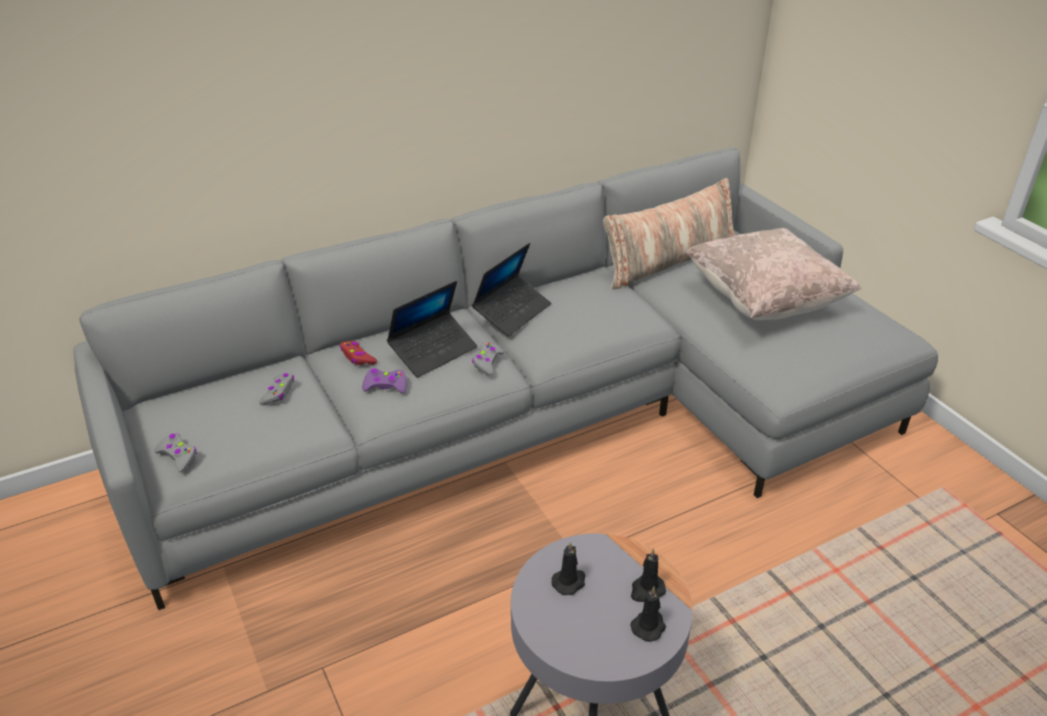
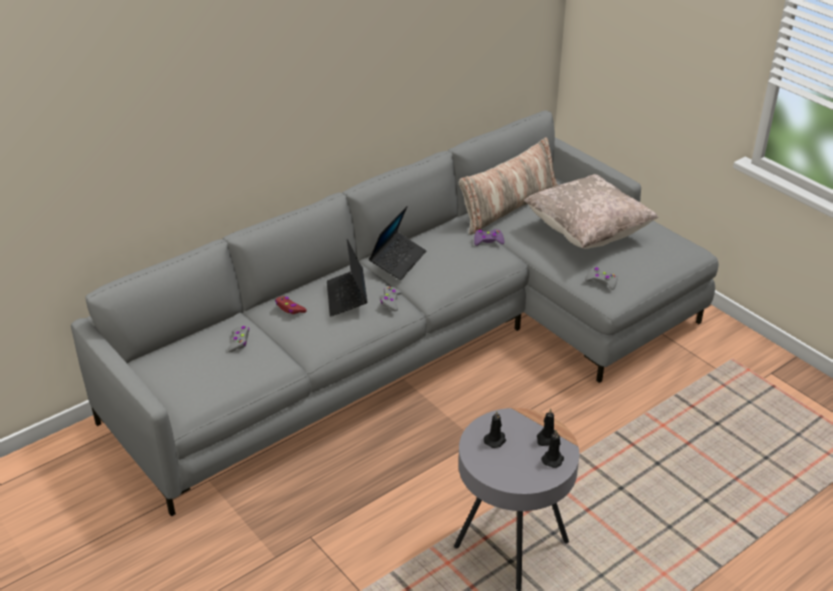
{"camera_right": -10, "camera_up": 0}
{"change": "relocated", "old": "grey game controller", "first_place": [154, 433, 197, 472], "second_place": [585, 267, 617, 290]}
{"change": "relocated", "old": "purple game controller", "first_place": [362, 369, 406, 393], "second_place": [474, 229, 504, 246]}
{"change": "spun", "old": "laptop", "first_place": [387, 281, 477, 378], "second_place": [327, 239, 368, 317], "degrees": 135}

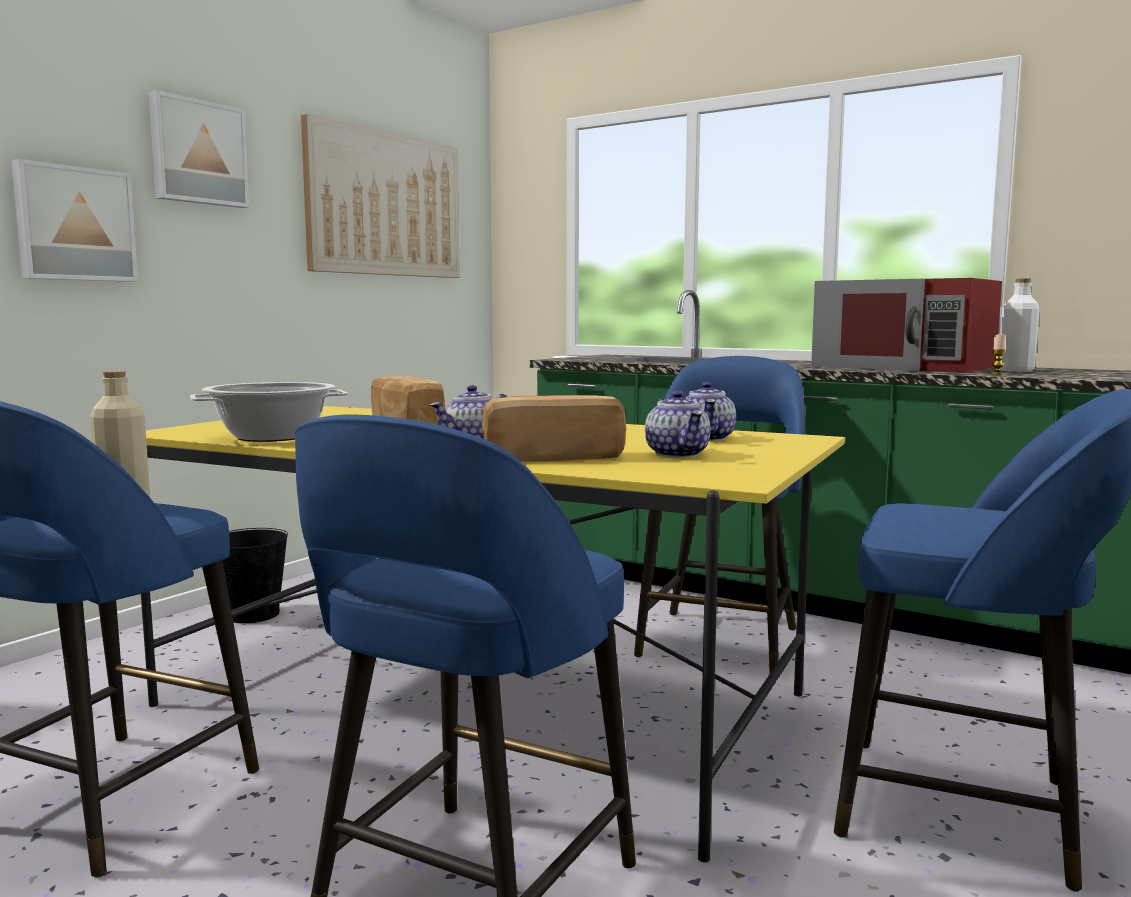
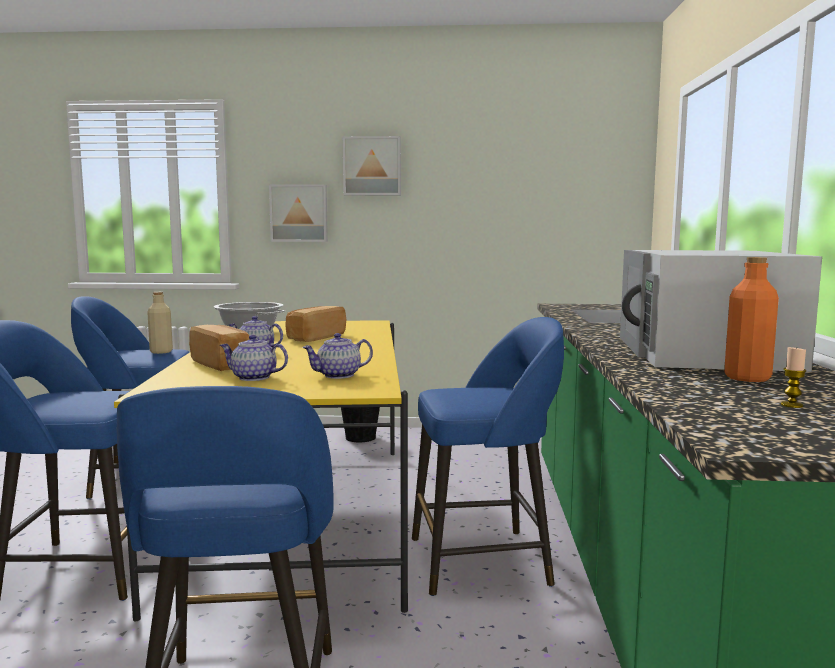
{"camera_right": 60, "camera_up": 0}
{"change": "missing", "old": "picture", "first_place": [301, 114, 460, 278]}
{"change": "relocated", "old": "candle", "first_place": [990, 335, 1006, 374], "second_place": [781, 347, 807, 408]}
{"change": "colour", "old": "red microwave", "new": "white microwave", "first_place": [811, 278, 1002, 373], "second_place": [620, 250, 822, 372]}
{"change": "colour", "old": "white bottle", "new": "orange bottle", "first_place": [1000, 279, 1040, 372], "second_place": [724, 257, 779, 382]}
{"change": "spun", "old": "teapot", "first_place": [645, 391, 711, 458], "second_place": [220, 335, 288, 381], "degrees": 60}

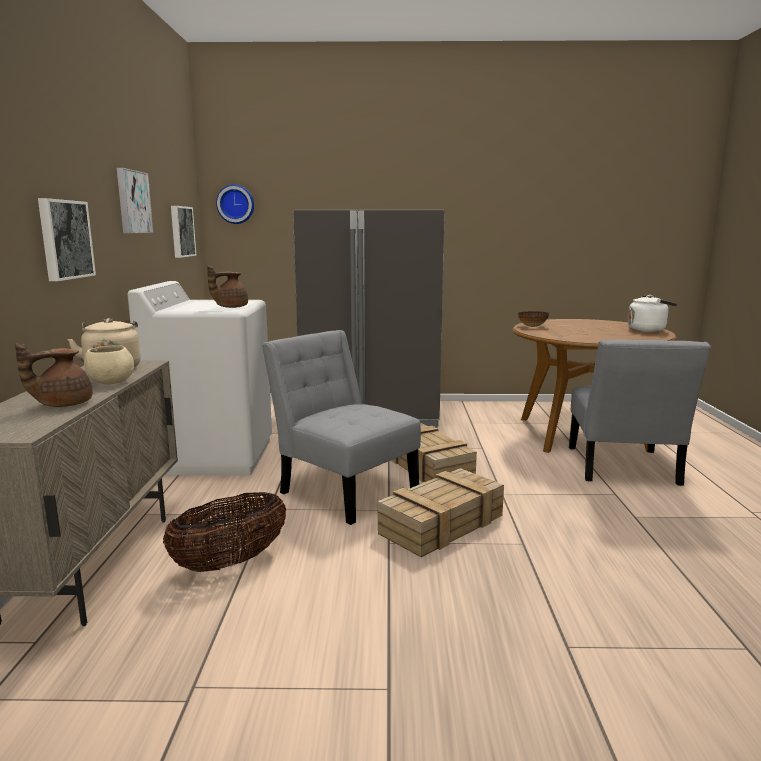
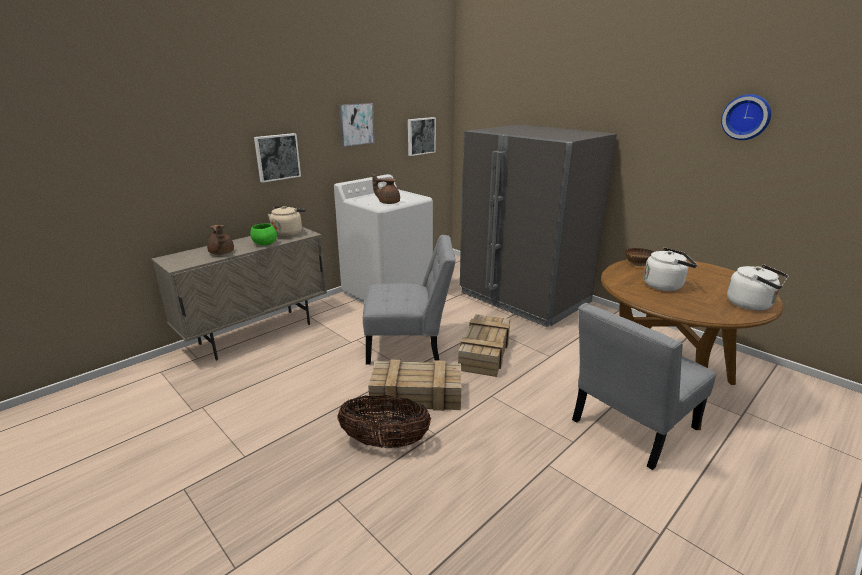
{"camera_right": 45, "camera_up": 10}
{"change": "appeared", "new": "white kettle", "second_place": [644, 248, 697, 291]}
{"change": "relocated", "old": "basket", "first_place": [163, 492, 286, 572], "second_place": [337, 395, 431, 448]}
{"change": "relocated", "old": "wall clock", "first_place": [216, 184, 254, 224], "second_place": [721, 94, 771, 140]}
{"change": "colour", "old": "beige bowl", "new": "green bowl", "first_place": [84, 345, 134, 384], "second_place": [250, 223, 277, 246]}
{"change": "spun", "old": "brown teapot", "first_place": [15, 343, 92, 407], "second_place": [207, 225, 234, 255], "degrees": -120}
{"change": "spun", "old": "grey chair", "first_place": [262, 330, 421, 525], "second_place": [363, 235, 456, 365], "degrees": 90}

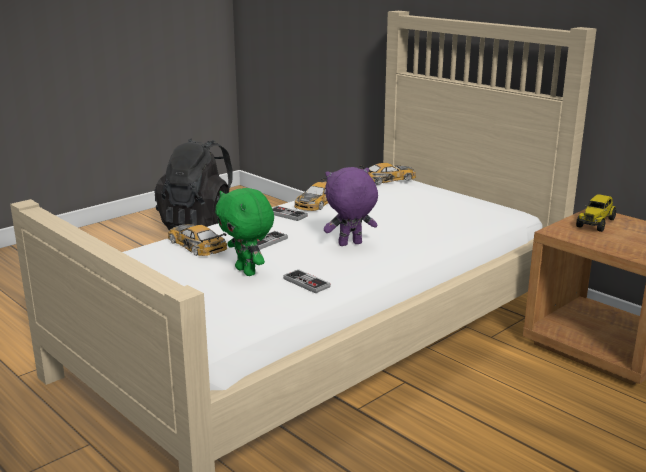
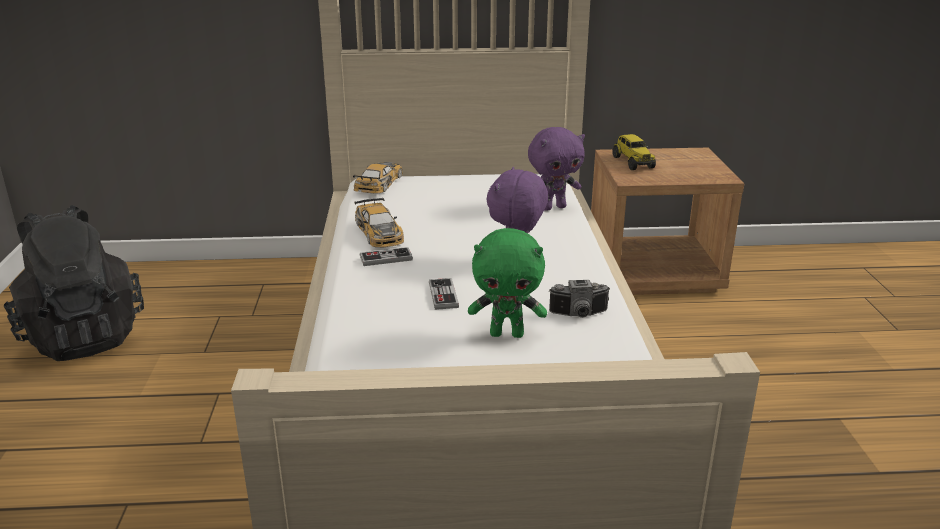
{"camera_right": -50, "camera_up": 5}
{"change": "missing", "old": "toy car", "first_place": [168, 224, 227, 256]}
{"change": "appeared", "new": "purple plush toy", "second_place": [528, 127, 585, 211]}
{"change": "exchanged", "old": "game controller", "new": "photo camera", "first_place": [283, 269, 331, 294], "second_place": [549, 280, 610, 318]}

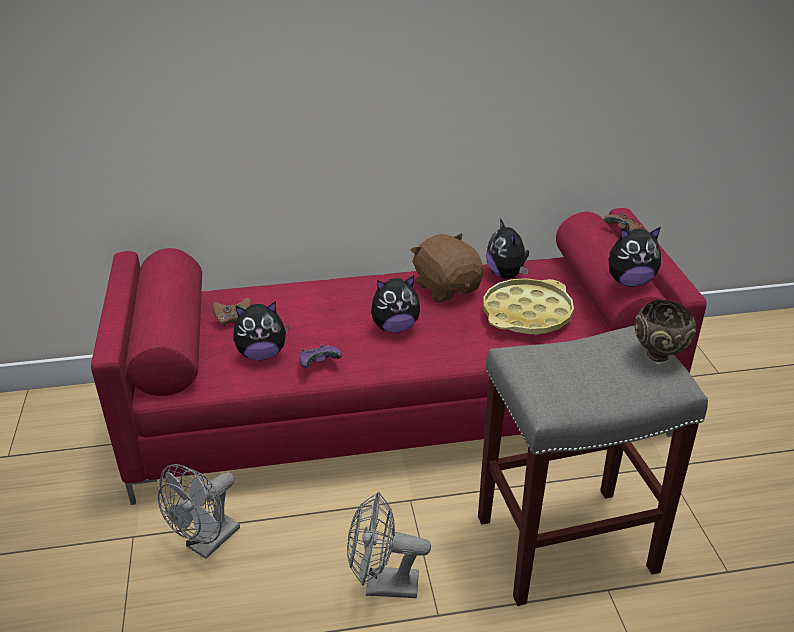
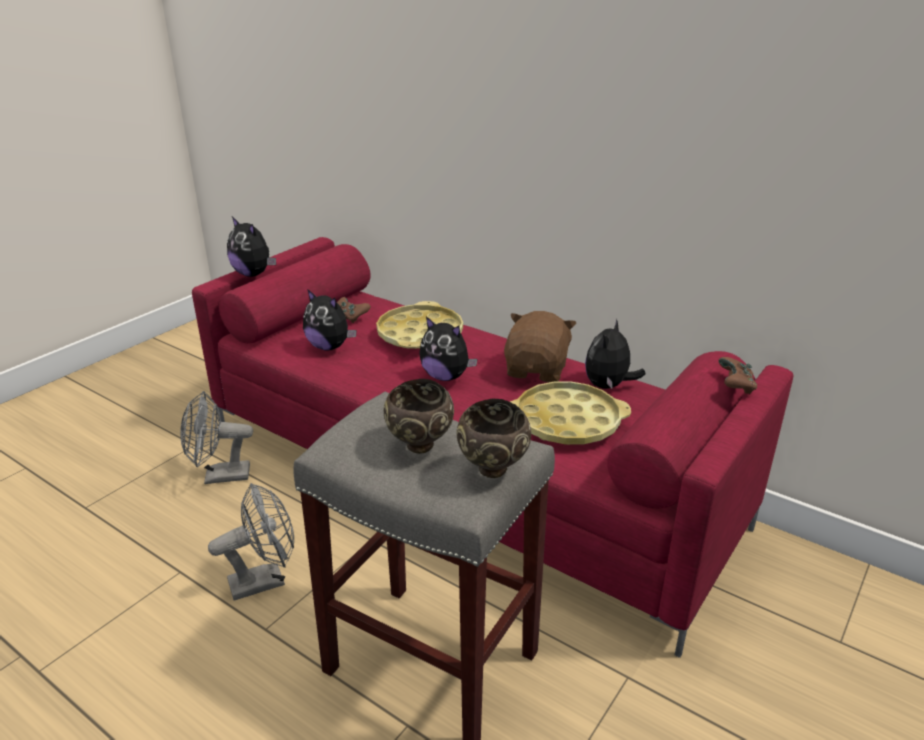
{"camera_right": 45, "camera_up": -5}
{"change": "missing", "old": "purple game controller", "first_place": [299, 345, 342, 368]}
{"change": "appeared", "new": "yellow tray", "second_place": [376, 301, 463, 349]}
{"change": "appeared", "new": "brown bowl", "second_place": [384, 379, 454, 454]}
{"change": "relocated", "old": "plush toy", "first_place": [609, 227, 661, 287], "second_place": [227, 217, 276, 277]}
{"change": "spun", "old": "grey fan", "first_place": [347, 492, 431, 598], "second_place": [208, 483, 294, 601], "degrees": 105}

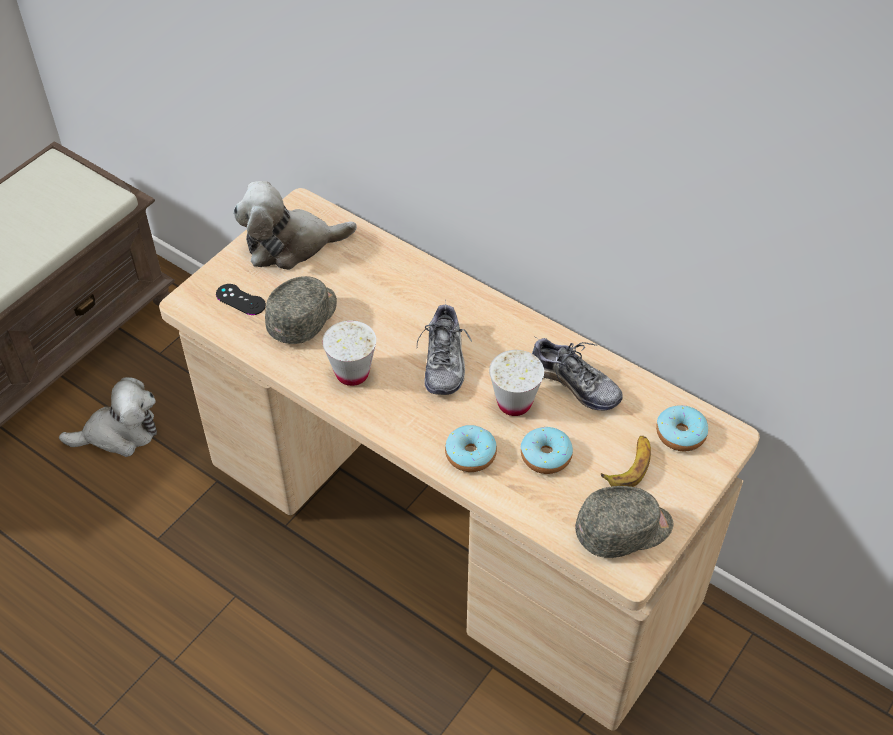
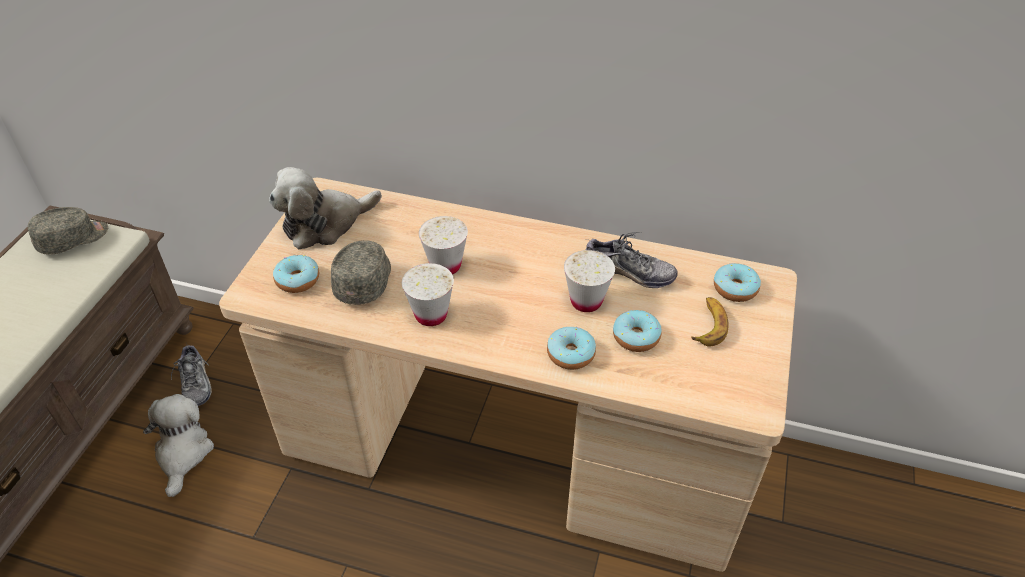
{"camera_right": -20, "camera_up": -5}
{"change": "appeared", "new": "white cup", "second_place": [419, 216, 468, 275]}
{"change": "relocated", "old": "shoe", "first_place": [417, 301, 472, 395], "second_place": [171, 345, 212, 406]}
{"change": "relocated", "old": "grey cap", "first_place": [575, 486, 674, 558], "second_place": [28, 207, 108, 255]}
{"change": "exchanged", "old": "black game controller", "new": "donut", "first_place": [216, 284, 266, 315], "second_place": [273, 255, 319, 293]}
{"change": "spun", "old": "plush toy", "first_place": [59, 377, 157, 457], "second_place": [143, 394, 214, 497], "degrees": -60}

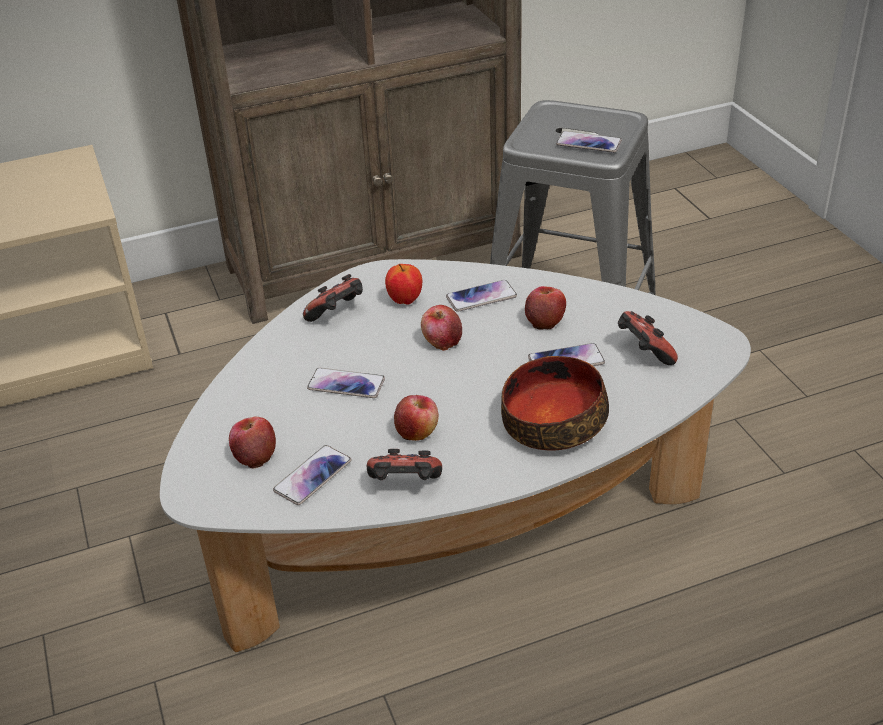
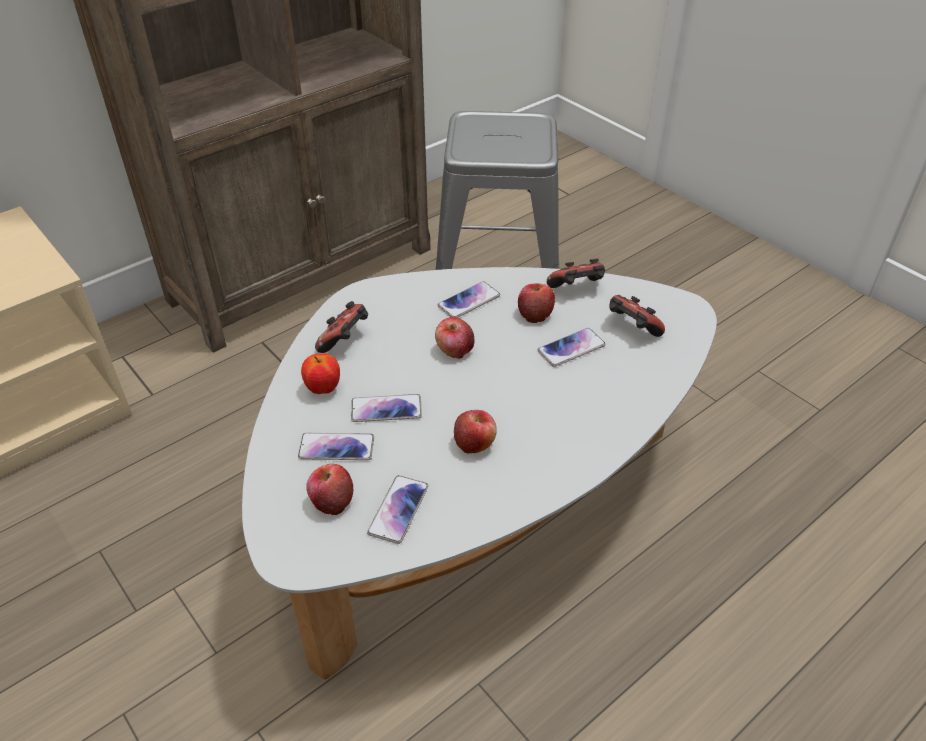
{"camera_right": -20, "camera_up": 5}
{"change": "missing", "old": "bowl", "first_place": [501, 356, 609, 450]}
{"change": "relocated", "old": "game controller", "first_place": [367, 449, 442, 480], "second_place": [547, 259, 605, 288]}
{"change": "relocated", "old": "apple", "first_place": [385, 264, 422, 305], "second_place": [301, 353, 340, 394]}
{"change": "relocated", "old": "phone", "first_place": [556, 131, 622, 153], "second_place": [298, 433, 374, 460]}

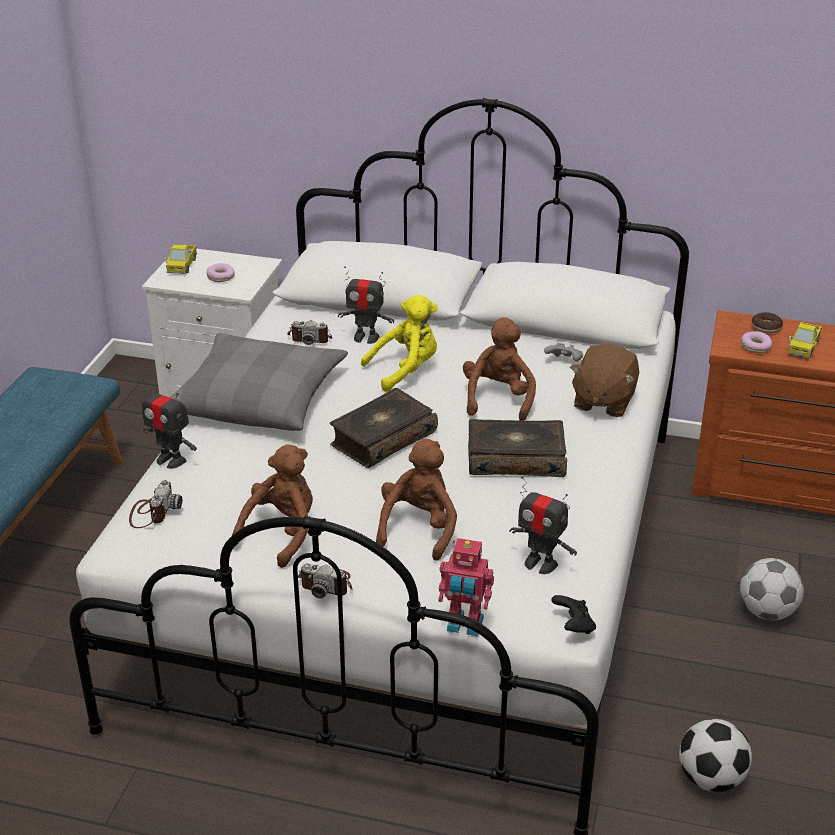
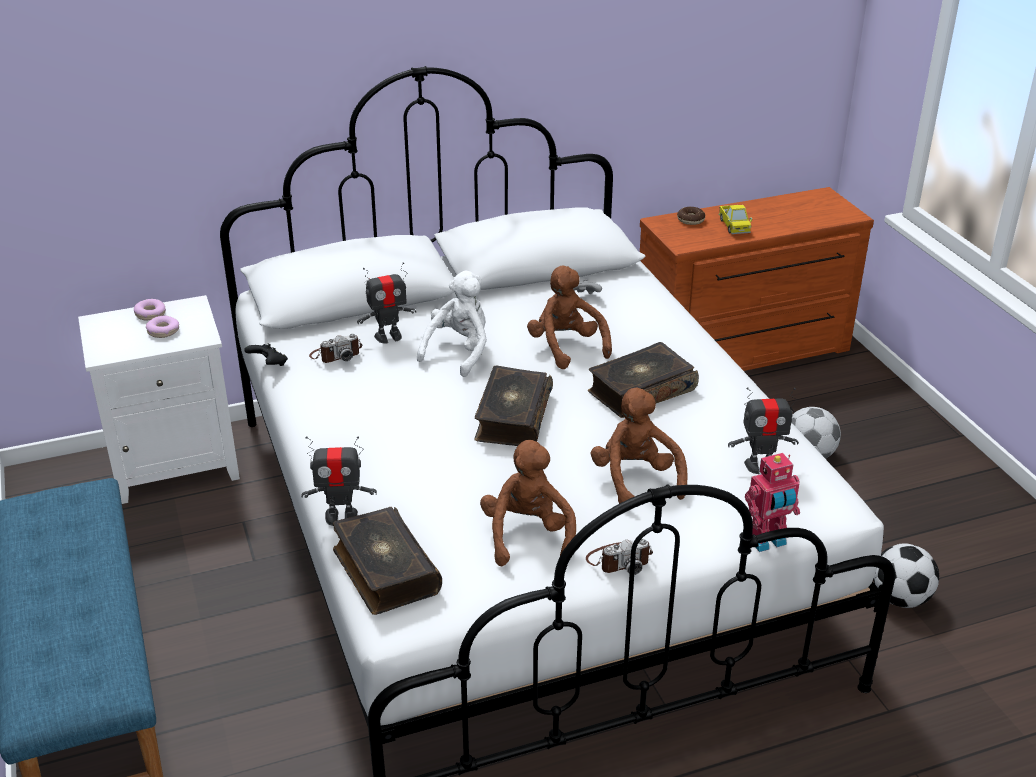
{"camera_right": -35, "camera_up": 0}
{"change": "missing", "old": "toy truck", "first_place": [165, 244, 197, 274]}
{"change": "missing", "old": "grey pillow", "first_place": [170, 333, 348, 431]}
{"change": "missing", "old": "brown plush toy", "first_place": [570, 344, 639, 417]}
{"change": "relocated", "old": "black game controller", "first_place": [551, 595, 596, 634], "second_place": [244, 344, 288, 366]}
{"change": "relocated", "old": "donut", "first_place": [741, 331, 772, 353], "second_place": [134, 299, 166, 320]}
{"change": "exchanged", "old": "photo camera", "new": "book", "first_place": [129, 480, 182, 528], "second_place": [333, 507, 442, 615]}
{"change": "colour", "old": "yellow plush toy", "new": "white plush toy", "first_place": [361, 295, 438, 392], "second_place": [417, 270, 487, 377]}

